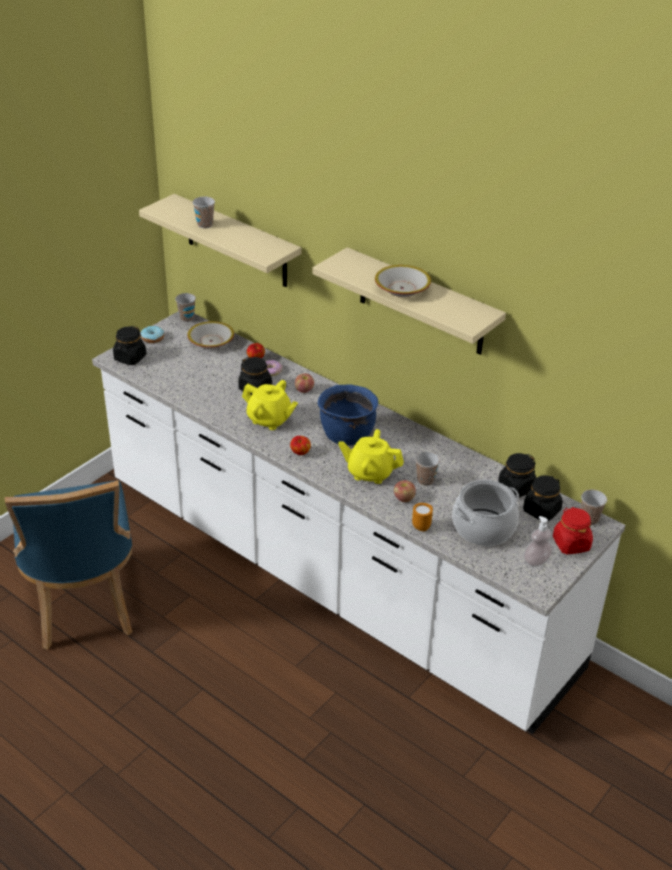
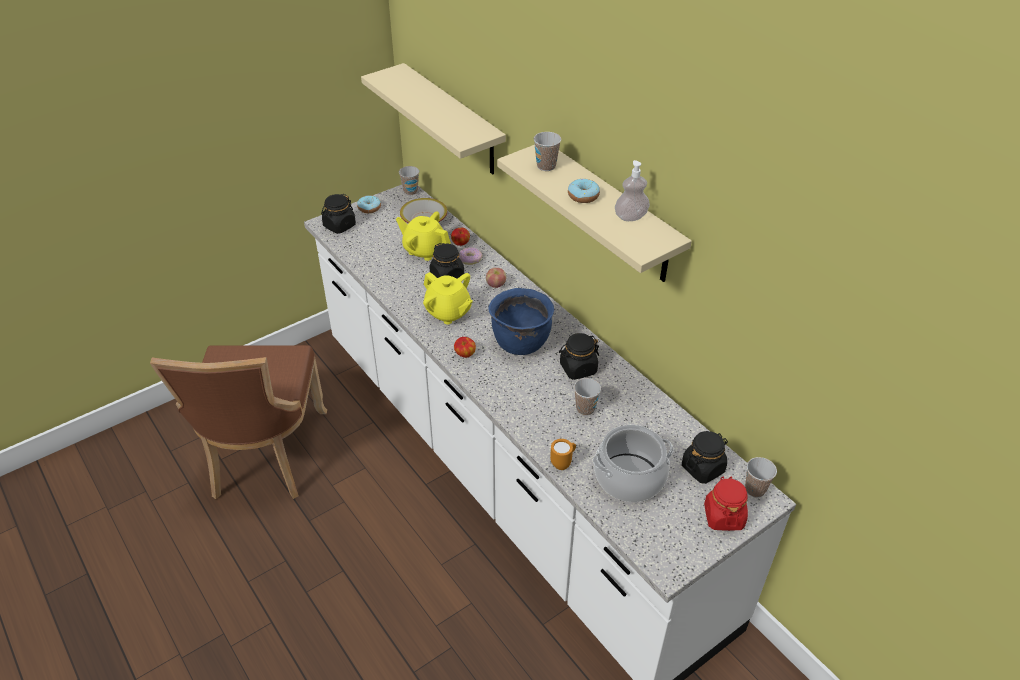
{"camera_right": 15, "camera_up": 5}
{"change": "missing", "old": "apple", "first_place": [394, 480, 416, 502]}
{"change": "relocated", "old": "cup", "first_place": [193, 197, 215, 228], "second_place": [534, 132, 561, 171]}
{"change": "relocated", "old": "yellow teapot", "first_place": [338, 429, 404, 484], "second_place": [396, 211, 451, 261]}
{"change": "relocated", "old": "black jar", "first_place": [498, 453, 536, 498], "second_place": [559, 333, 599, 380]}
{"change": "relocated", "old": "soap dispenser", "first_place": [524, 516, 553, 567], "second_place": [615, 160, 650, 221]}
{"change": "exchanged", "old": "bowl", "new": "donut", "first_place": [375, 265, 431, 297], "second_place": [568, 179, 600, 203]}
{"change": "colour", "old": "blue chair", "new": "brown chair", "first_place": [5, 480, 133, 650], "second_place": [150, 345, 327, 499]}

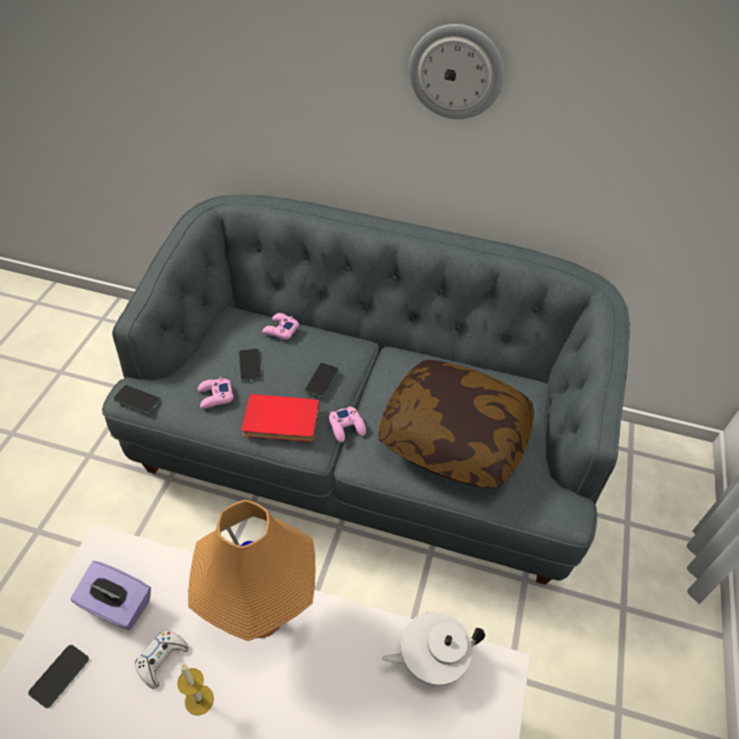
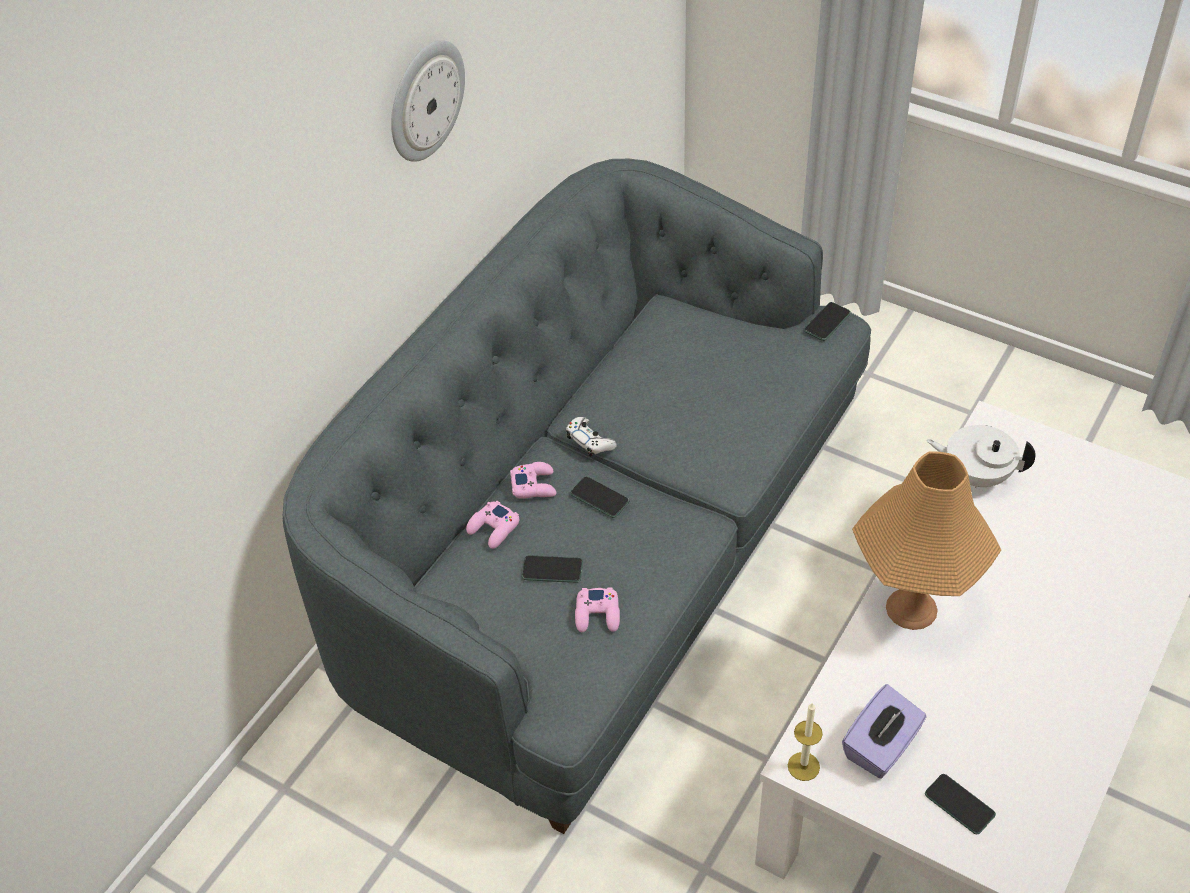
{"camera_right": -70, "camera_up": 0}
{"change": "missing", "old": "red book", "first_place": [242, 394, 319, 442]}
{"change": "missing", "old": "pillow", "first_place": [379, 360, 534, 488]}
{"change": "relocated", "old": "phone", "first_place": [113, 385, 160, 414], "second_place": [804, 302, 851, 341]}
{"change": "relocated", "old": "white game controller", "first_place": [135, 631, 189, 689], "second_place": [566, 417, 617, 457]}
{"change": "relocated", "old": "candle", "first_place": [177, 663, 214, 716], "second_place": [788, 702, 823, 781]}
{"change": "relocated", "old": "pink game controller", "first_place": [329, 406, 366, 442], "second_place": [510, 462, 556, 499]}
{"change": "spun", "old": "white teapot", "first_place": [382, 612, 485, 686], "second_place": [927, 425, 1036, 488], "degrees": 105}

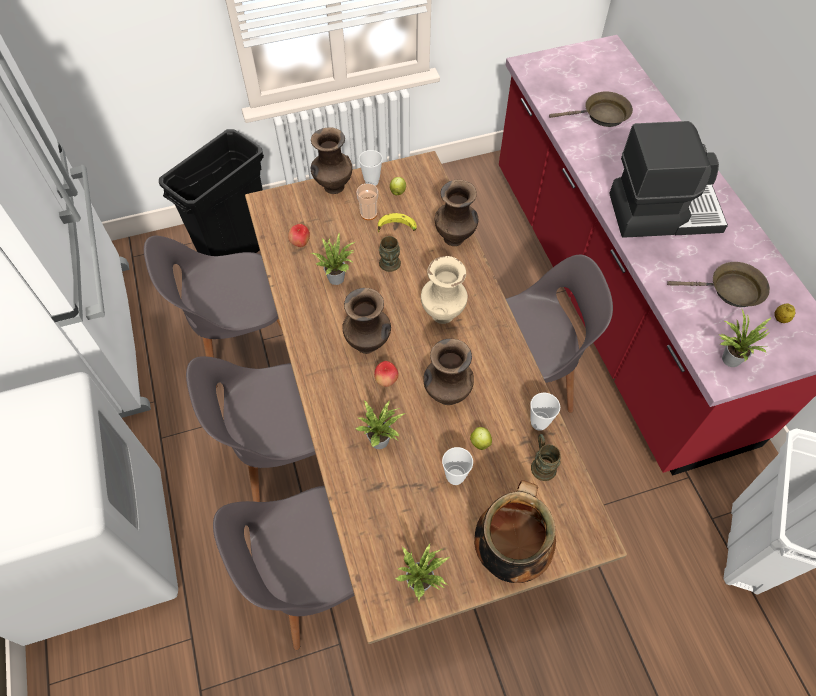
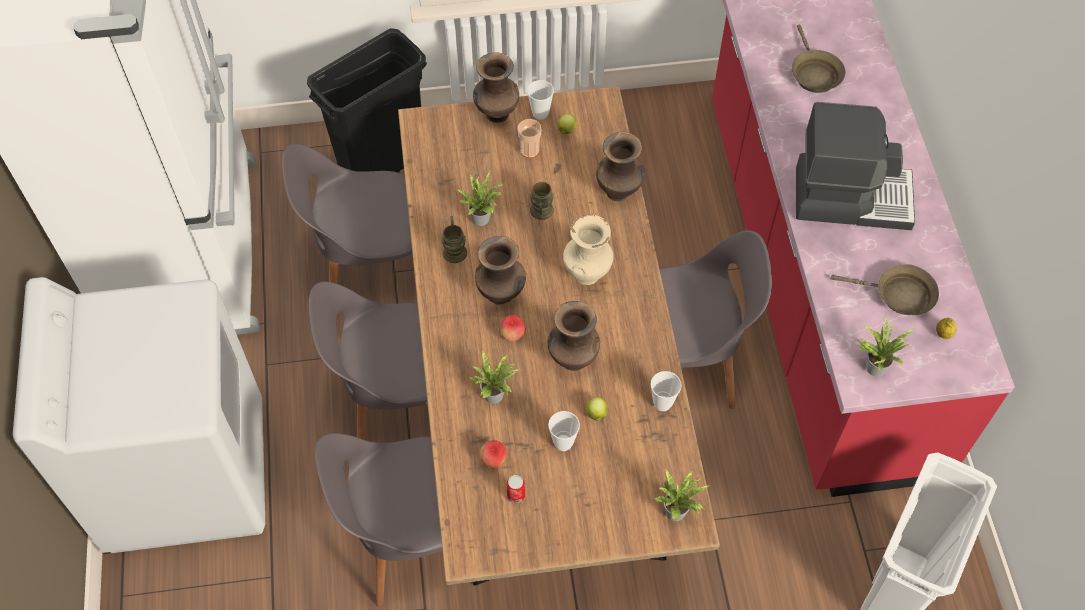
{"camera_right": 10, "camera_up": 0}
{"change": "missing", "old": "banana", "first_place": [378, 213, 417, 233]}
{"change": "missing", "old": "cooking pot", "first_place": [474, 480, 556, 583]}
{"change": "appeared", "new": "can", "second_place": [507, 475, 525, 503]}
{"change": "relocated", "old": "apple", "first_place": [288, 224, 310, 247], "second_place": [480, 440, 507, 469]}
{"change": "relocated", "old": "potted plant", "first_place": [395, 544, 450, 601], "second_place": [654, 469, 710, 521]}
{"change": "relocated", "old": "brown mug", "first_place": [531, 434, 561, 481], "second_place": [442, 216, 467, 263]}
{"change": "spun", "old": "brown frying pan", "first_place": [549, 91, 633, 127], "second_place": [791, 25, 846, 93], "degrees": 75}

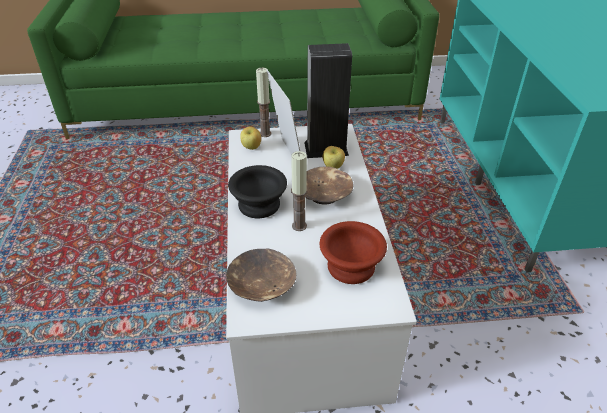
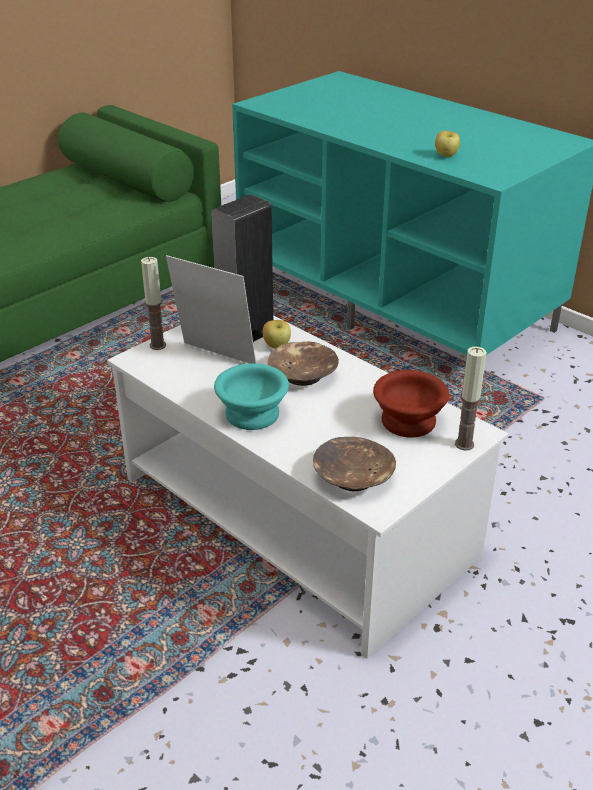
{"camera_right": -40, "camera_up": -5}
{"change": "relocated", "old": "apple", "first_place": [241, 127, 261, 150], "second_place": [435, 131, 460, 157]}
{"change": "relocated", "old": "candle", "first_place": [291, 151, 307, 231], "second_place": [455, 347, 487, 451]}
{"change": "colour", "old": "black bowl", "new": "turquoise bowl", "first_place": [228, 165, 287, 218], "second_place": [214, 363, 289, 430]}

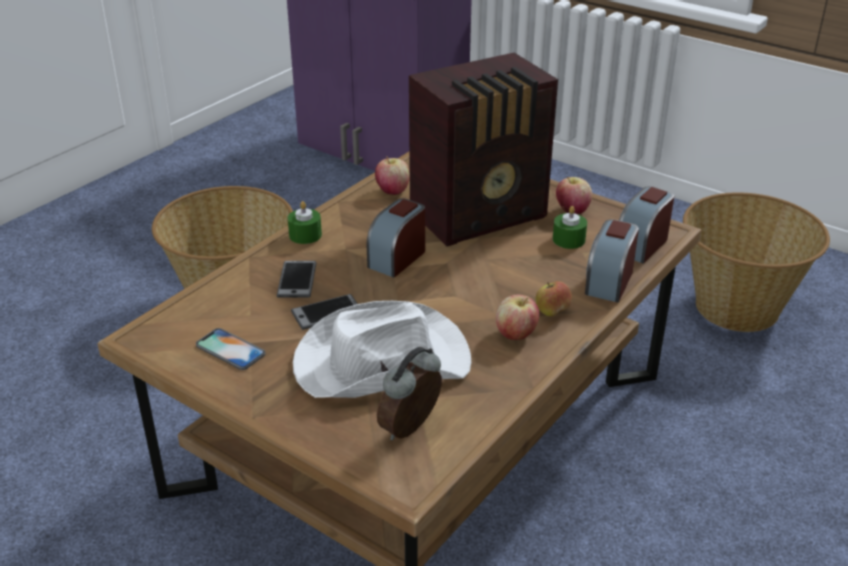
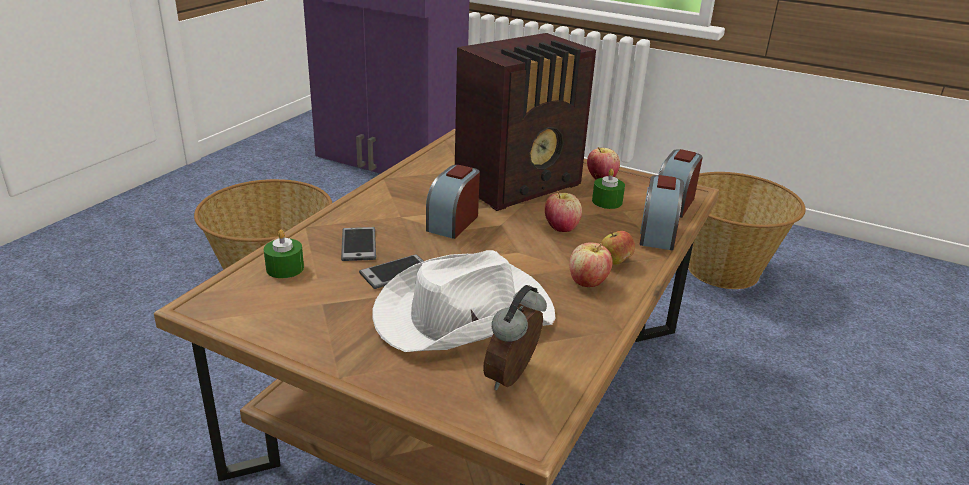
{"camera_right": -10, "camera_up": -5}
{"change": "missing", "old": "phone", "first_place": [196, 328, 266, 370]}
{"change": "relocated", "old": "green candle", "first_place": [288, 201, 322, 244], "second_place": [264, 230, 304, 278]}
{"change": "relocated", "old": "apple", "first_place": [375, 156, 410, 195], "second_place": [545, 191, 582, 232]}

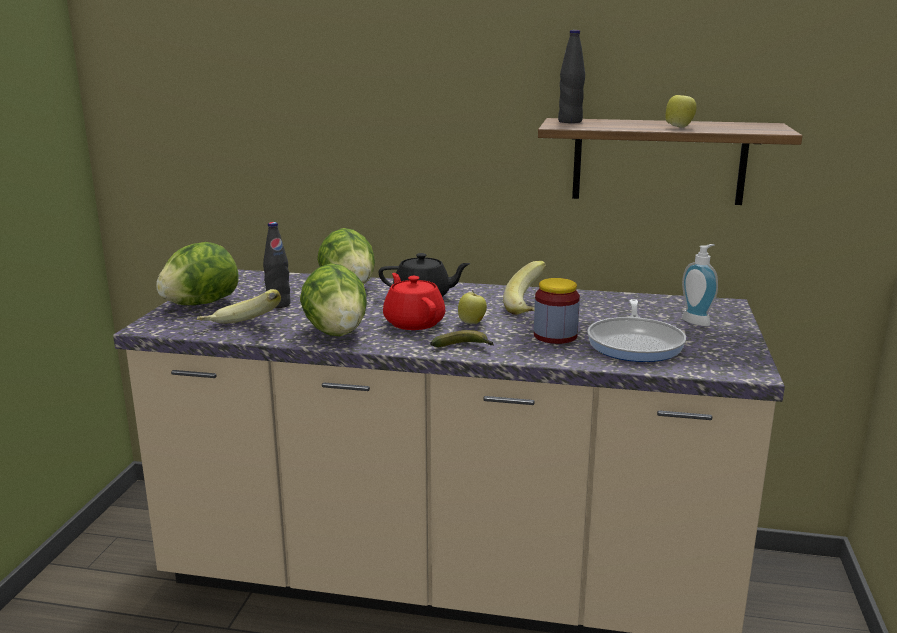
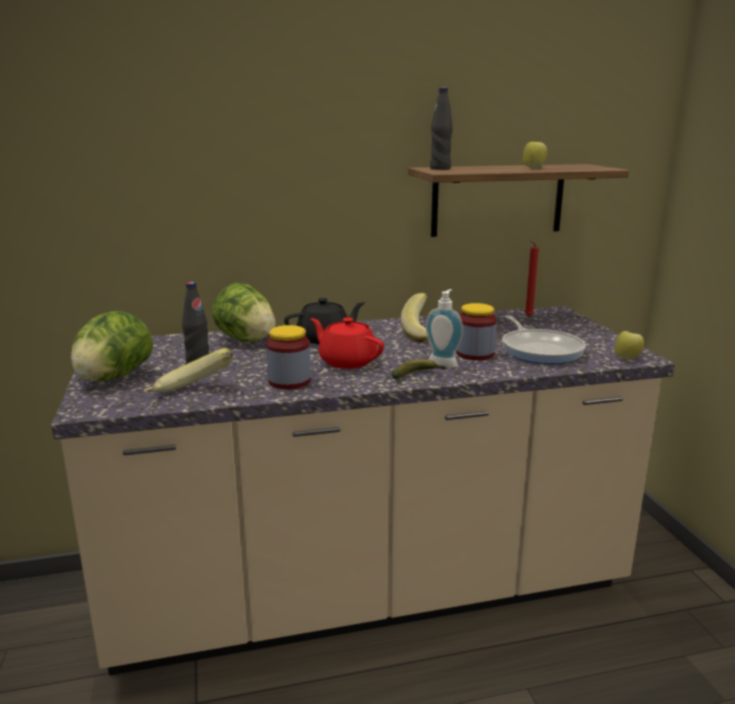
{"camera_right": -25, "camera_up": 0}
{"change": "appeared", "new": "red candle", "second_place": [524, 241, 539, 316]}
{"change": "relocated", "old": "apple", "first_place": [458, 290, 487, 324], "second_place": [615, 331, 644, 360]}
{"change": "relocated", "old": "soap dispenser", "first_place": [682, 244, 718, 326], "second_place": [426, 289, 463, 368]}
{"change": "exchanged", "old": "lettuce", "new": "jar", "first_place": [300, 263, 367, 336], "second_place": [266, 325, 311, 389]}

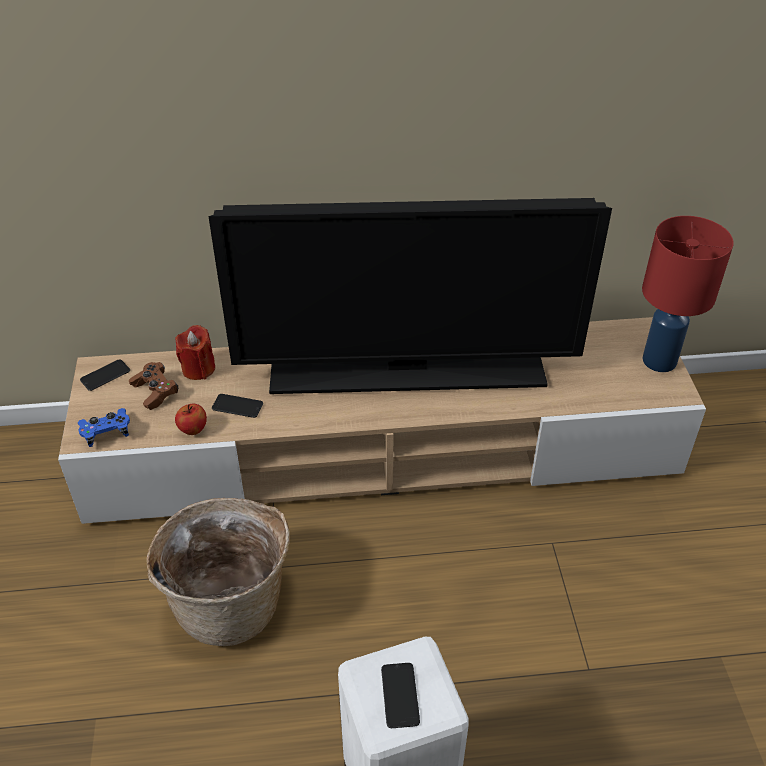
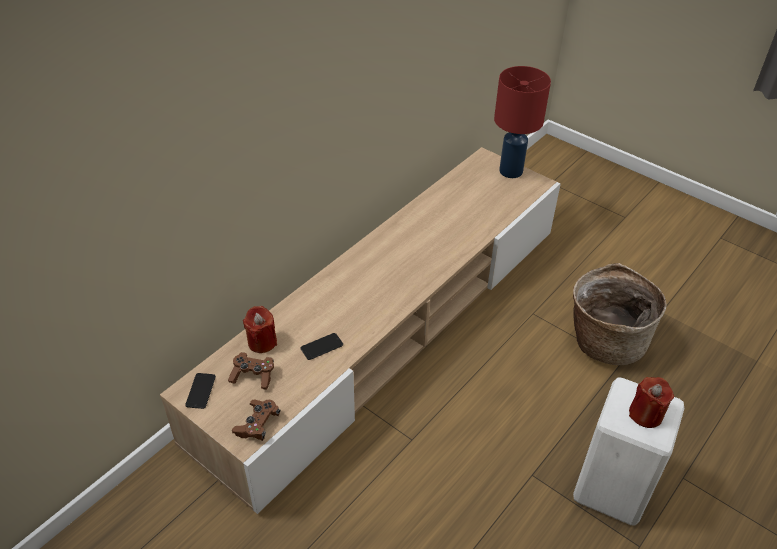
{"camera_right": -45, "camera_up": 0}
{"change": "missing", "old": "apple", "first_place": [175, 404, 207, 435]}
{"change": "missing", "old": "television", "first_place": [208, 198, 612, 394]}
{"change": "relocated", "old": "basket", "first_place": [147, 498, 290, 646], "second_place": [573, 263, 667, 365]}
{"change": "exchanged", "old": "phone", "new": "red candle", "first_place": [381, 663, 420, 728], "second_place": [629, 377, 674, 428]}
{"change": "colour", "old": "blue game controller", "new": "brown game controller", "first_place": [78, 408, 130, 447], "second_place": [232, 399, 280, 441]}

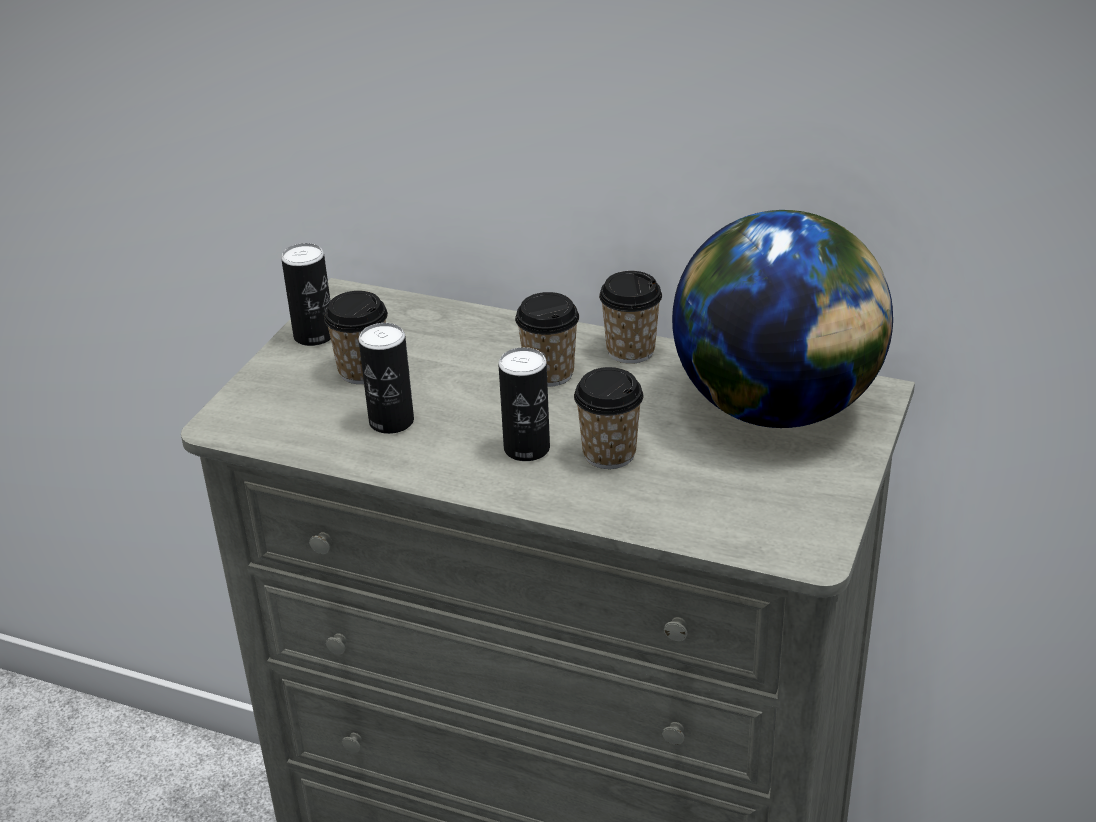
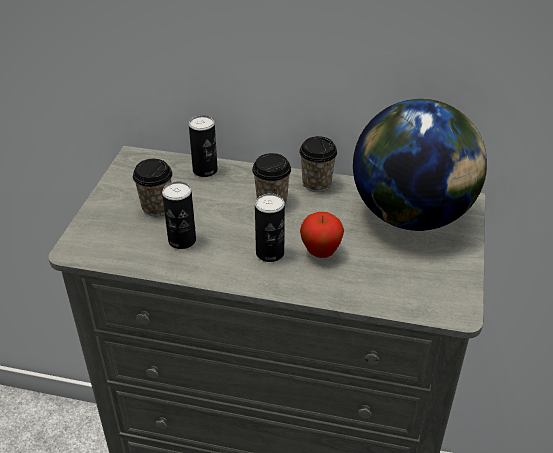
{"camera_right": -10, "camera_up": 5}
{"change": "relocated", "old": "can", "first_place": [281, 243, 331, 346], "second_place": [189, 115, 218, 177]}
{"change": "exchanged", "old": "cup", "new": "apple", "first_place": [574, 367, 643, 469], "second_place": [300, 212, 344, 258]}

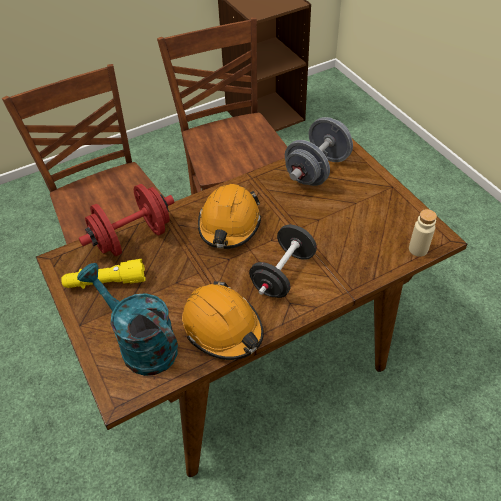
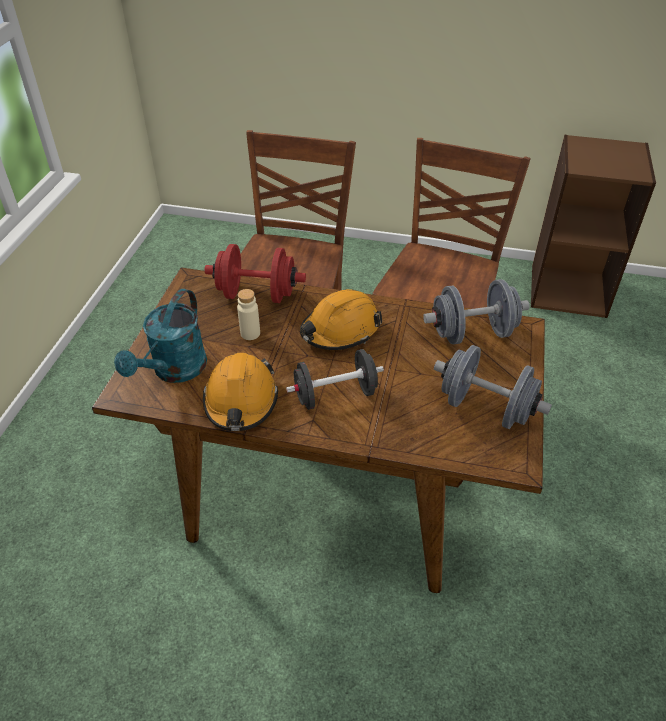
{"camera_right": 40, "camera_up": -5}
{"change": "missing", "old": "yellow flashlight", "first_place": [61, 259, 146, 289]}
{"change": "appeared", "new": "grey dumbbell", "second_place": [434, 345, 552, 429]}
{"change": "relocated", "old": "beige bottle", "first_place": [409, 209, 437, 257], "second_place": [237, 289, 260, 340]}
{"change": "spun", "old": "turquoise watering can", "first_place": [77, 263, 178, 376], "second_place": [114, 289, 207, 383], "degrees": -150}

